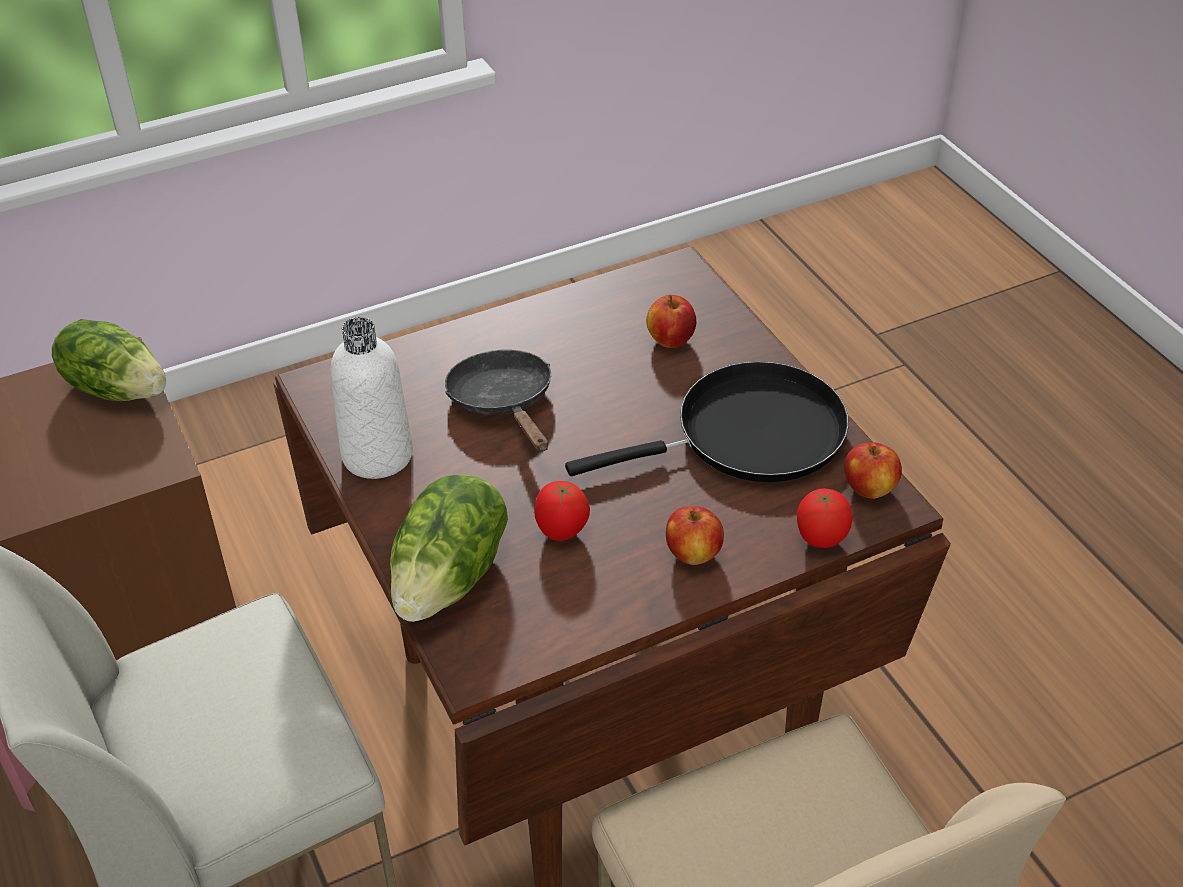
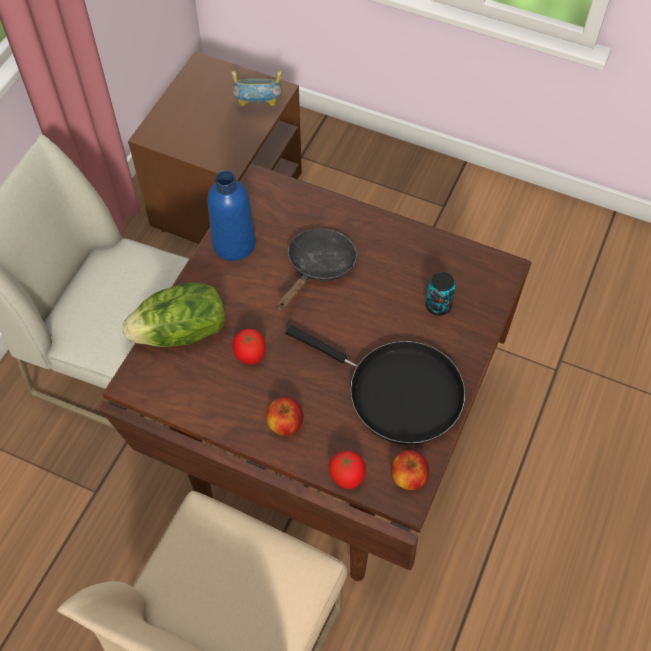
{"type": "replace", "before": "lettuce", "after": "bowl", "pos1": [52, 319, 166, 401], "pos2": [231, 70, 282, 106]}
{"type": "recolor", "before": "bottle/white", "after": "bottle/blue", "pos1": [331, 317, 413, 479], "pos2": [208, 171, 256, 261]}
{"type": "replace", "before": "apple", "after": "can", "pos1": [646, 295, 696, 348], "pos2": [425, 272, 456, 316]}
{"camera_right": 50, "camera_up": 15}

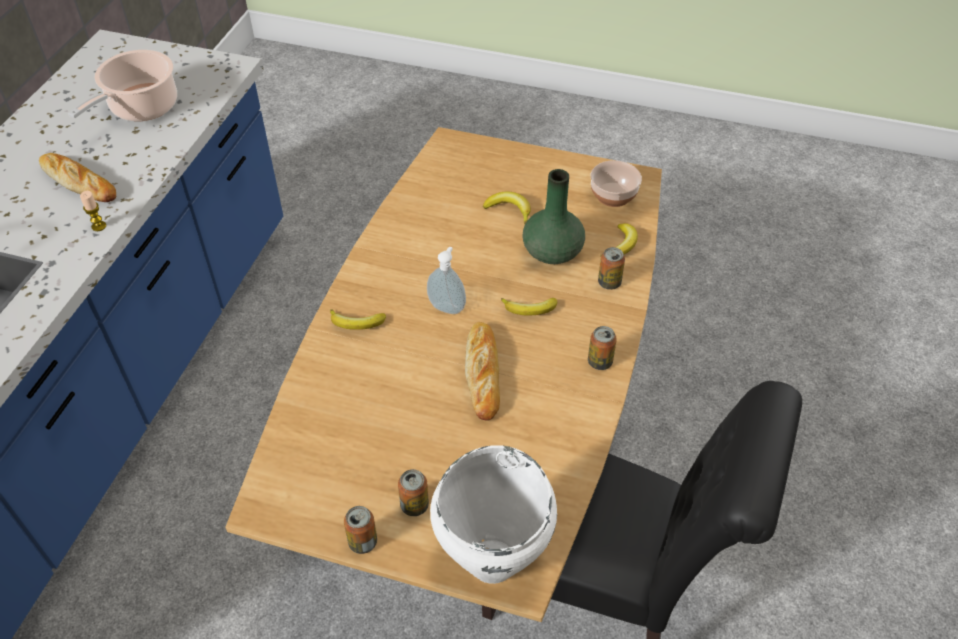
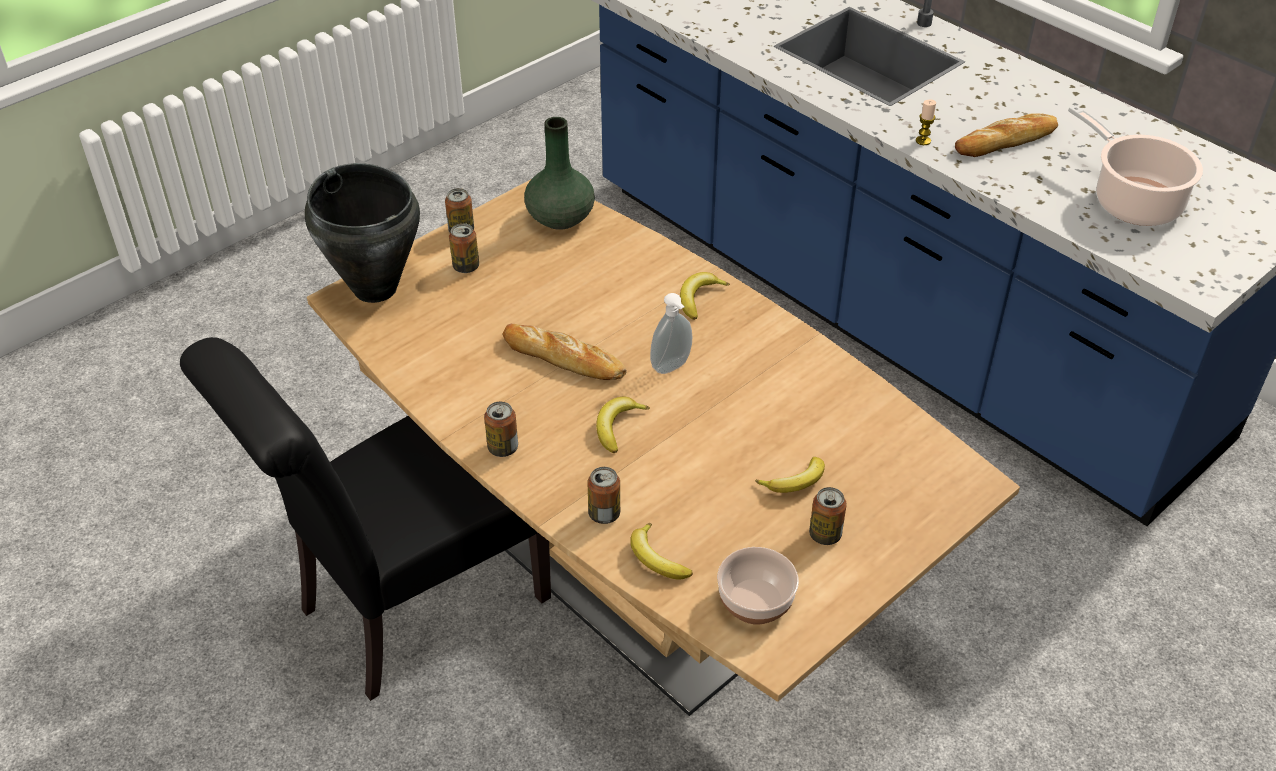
{"type": "recolor", "before": "cooking pot/white", "after": "cooking pot/black", "pos1": [430, 445, 557, 584], "pos2": [305, 163, 420, 303]}
{"type": "move", "before": "vase/green", "pos1": [523, 169, 585, 264], "pos2": [524, 117, 595, 230]}
{"type": "insert", "after": "can", "pos2": [809, 487, 847, 545]}
{"camera_right": 120, "camera_up": -5}

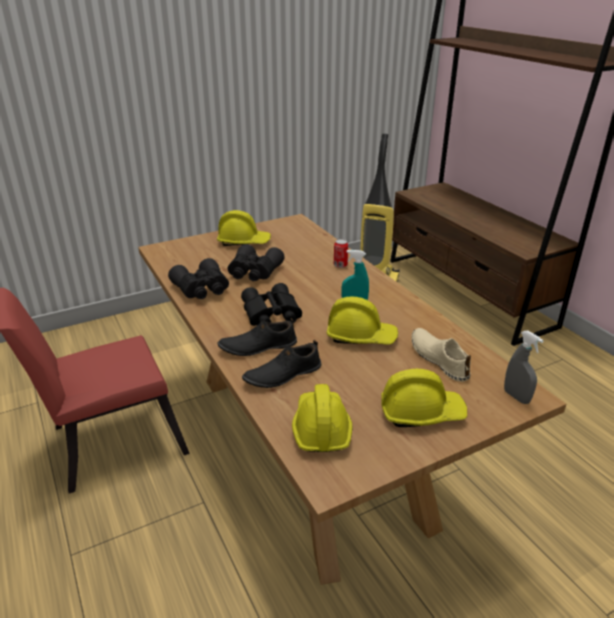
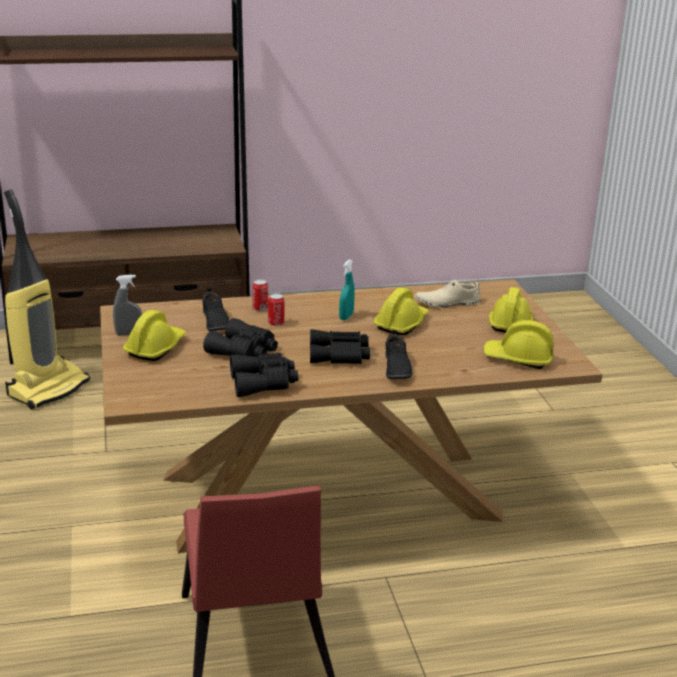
{"type": "move", "before": "shoe/black", "pos1": [242, 340, 322, 388], "pos2": [202, 288, 230, 331]}
{"type": "move", "before": "spray bottle/grey", "pos1": [504, 331, 544, 404], "pos2": [113, 275, 142, 336]}
{"type": "insert", "after": "can", "pos2": [268, 293, 285, 326]}
{"camera_right": -75, "camera_up": -5}

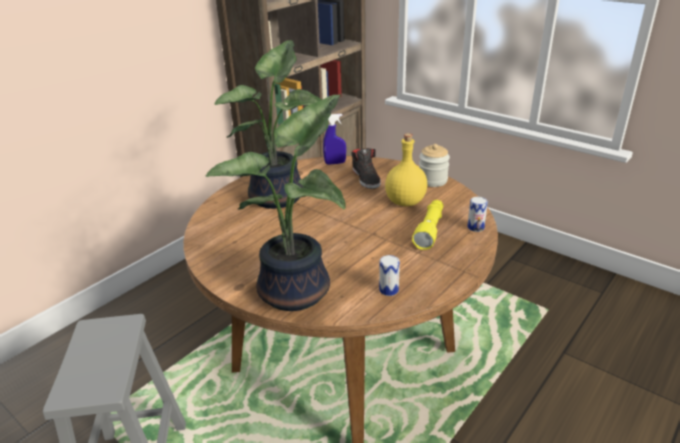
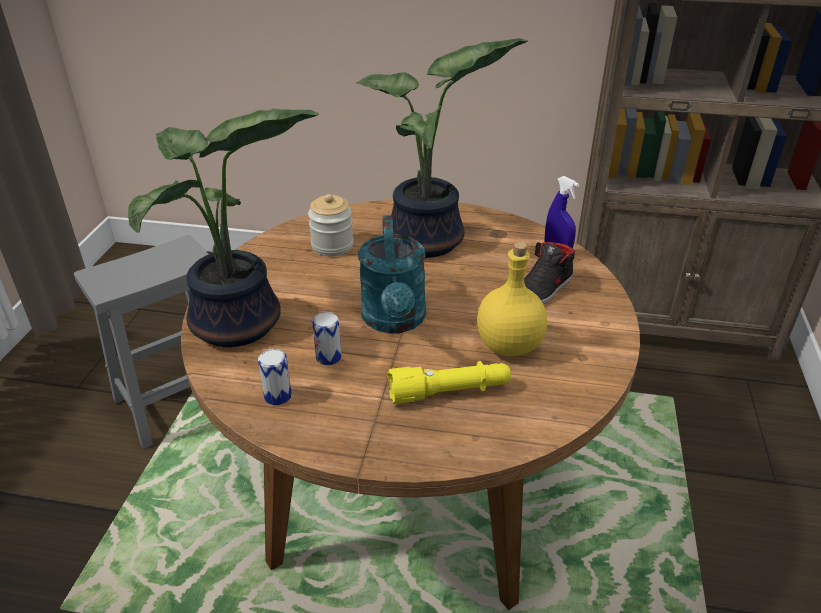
{"type": "move", "before": "jar", "pos1": [419, 144, 450, 187], "pos2": [308, 194, 354, 256]}
{"type": "move", "before": "can", "pos1": [467, 197, 488, 232], "pos2": [312, 312, 342, 366]}
{"type": "insert", "after": "watering can/turquoise", "pos2": [358, 215, 426, 334]}
{"camera_right": 60, "camera_up": 5}

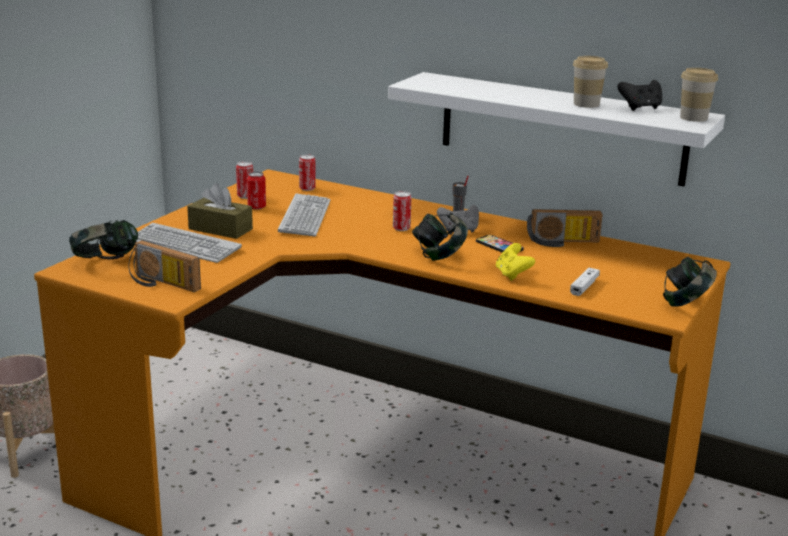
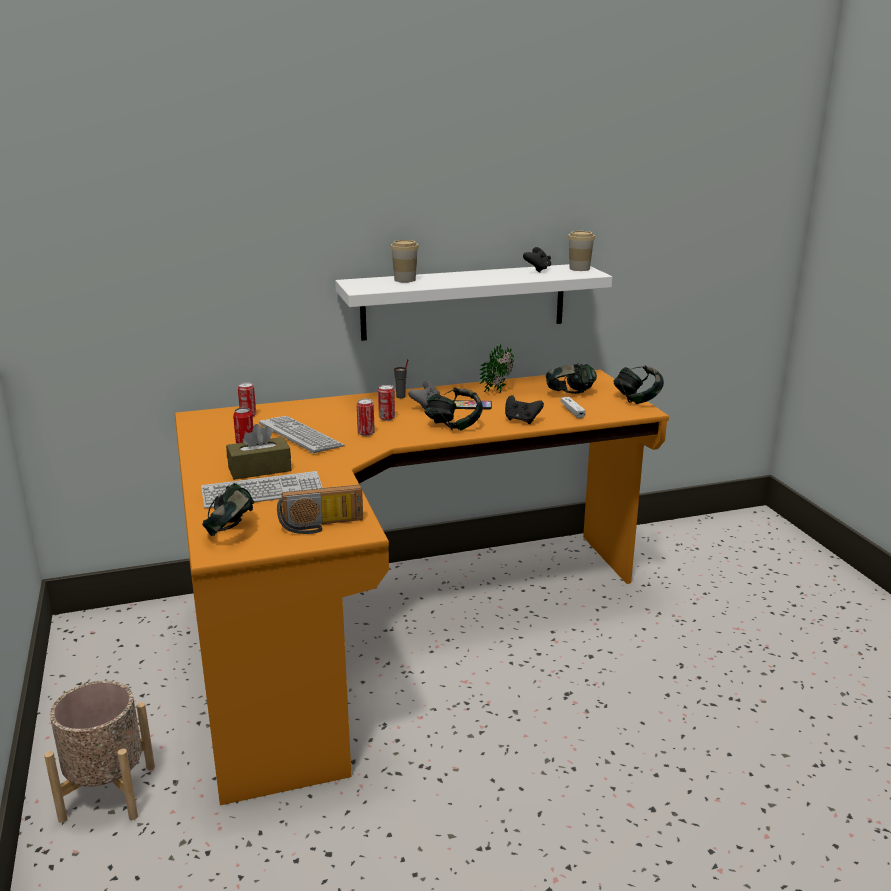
{"type": "move", "before": "can", "pos1": [236, 161, 253, 199], "pos2": [357, 399, 375, 436]}
{"type": "recolor", "before": "game controller/yellow", "after": "game controller/black", "pos1": [496, 243, 535, 281], "pos2": [505, 395, 544, 424]}
{"type": "replace", "before": "radio", "after": "potted plant", "pos1": [527, 209, 602, 247], "pos2": [479, 344, 514, 392]}
{"type": "move", "before": "cup", "pos1": [573, 56, 608, 108], "pos2": [390, 240, 419, 282]}
{"type": "insert", "after": "headphones", "pos2": [546, 363, 597, 394]}
{"camera_right": -45, "camera_up": 0}

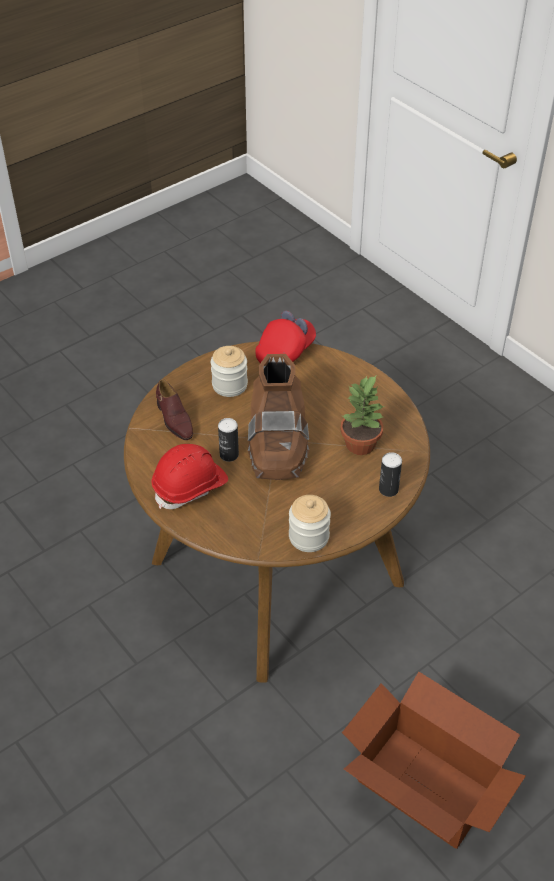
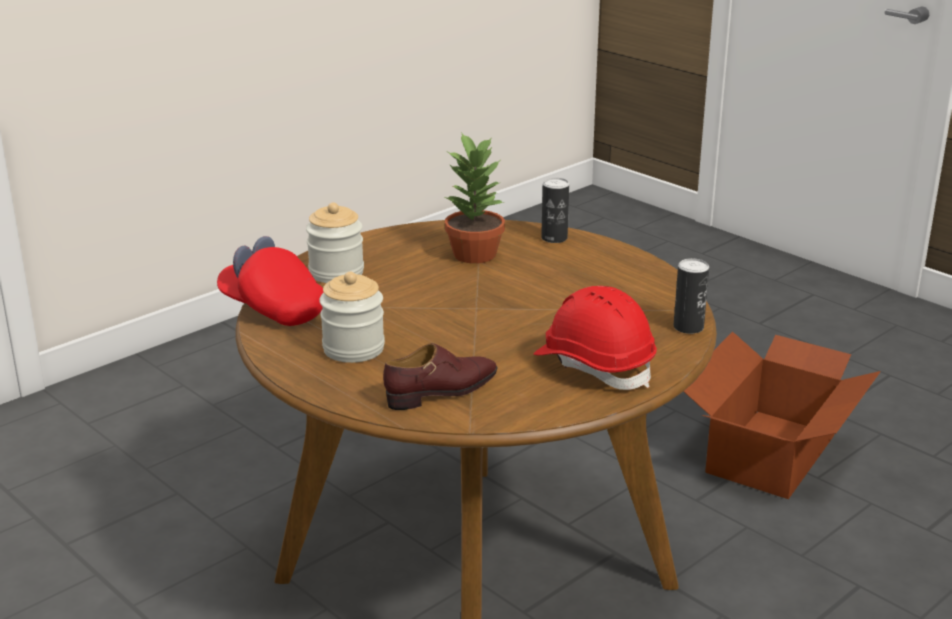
{"type": "move", "before": "can", "pos1": [218, 418, 239, 462], "pos2": [674, 258, 709, 334]}
{"type": "delete", "before": "boot/brown", "pos1": [248, 354, 309, 480]}
{"type": "move", "before": "jar", "pos1": [289, 495, 331, 552], "pos2": [306, 203, 364, 283]}
{"camera_right": -95, "camera_up": -20}

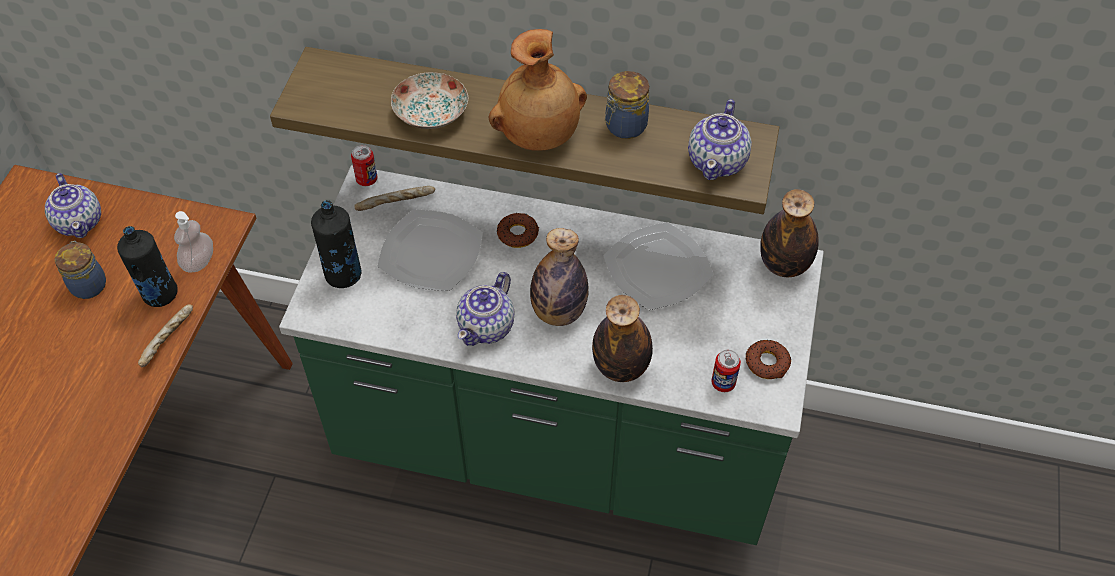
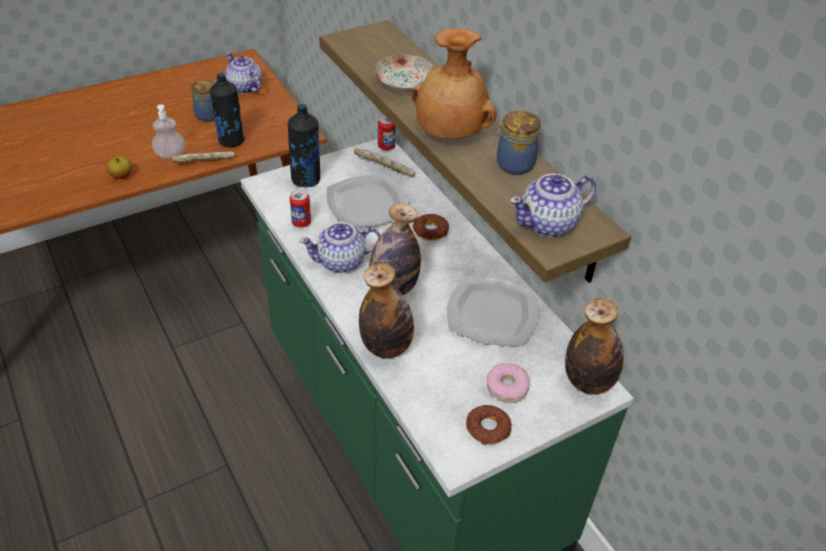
{"type": "rotate", "before": "teapot", "pos1": [45, 173, 101, 238], "pos2": [225, 52, 262, 94], "turn": 120}
{"type": "move", "before": "soap dispenser", "pos1": [174, 211, 213, 273], "pos2": [152, 104, 185, 158]}
{"type": "move", "before": "can", "pos1": [711, 350, 741, 392], "pos2": [290, 189, 311, 227]}
{"type": "insert", "after": "apple", "pos2": [107, 156, 132, 179]}
{"type": "insert", "after": "donut", "pos2": [486, 363, 530, 403]}
{"camera_right": 45, "camera_up": -10}

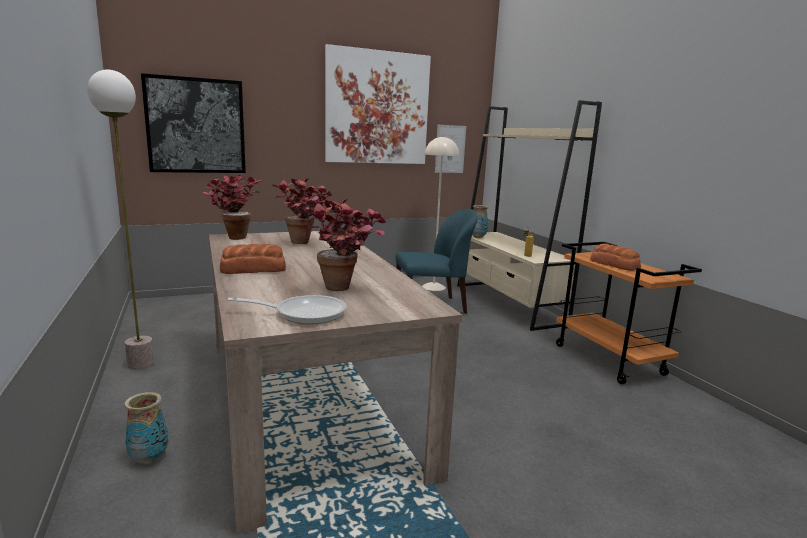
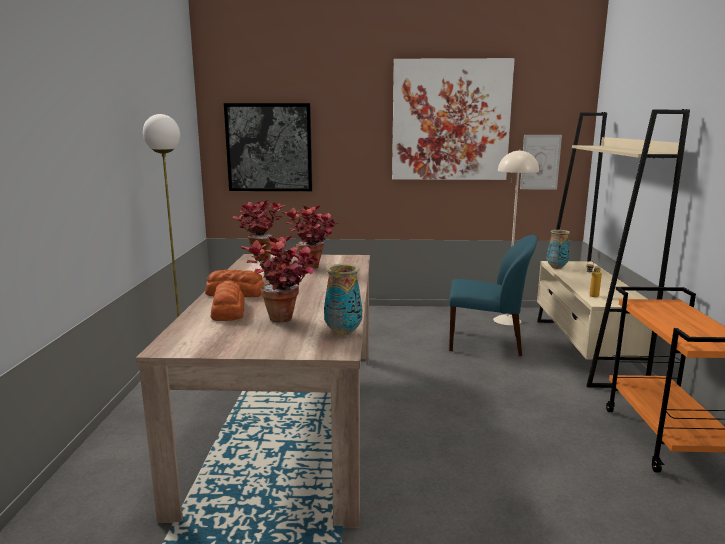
{"type": "move", "before": "vase", "pos1": [124, 392, 168, 464], "pos2": [324, 264, 362, 336]}
{"type": "delete", "before": "frying pan", "pos1": [228, 295, 347, 324]}
{"type": "move", "before": "bread", "pos1": [590, 243, 641, 271], "pos2": [210, 281, 245, 321]}
{"camera_right": 25, "camera_up": 0}

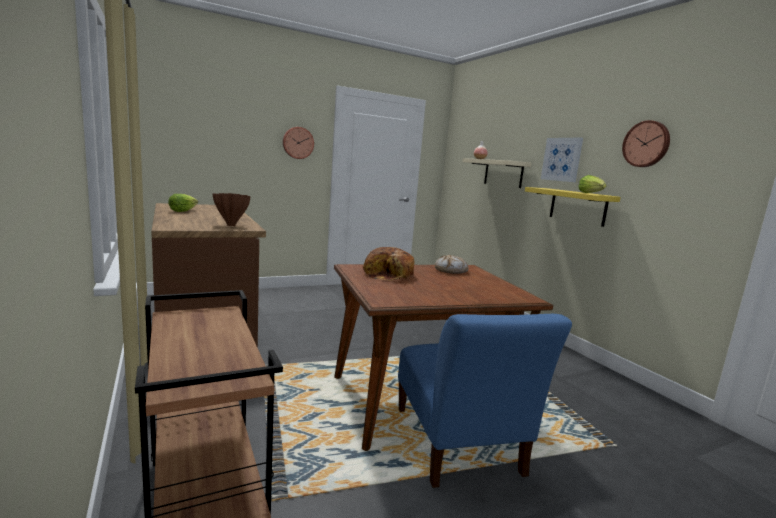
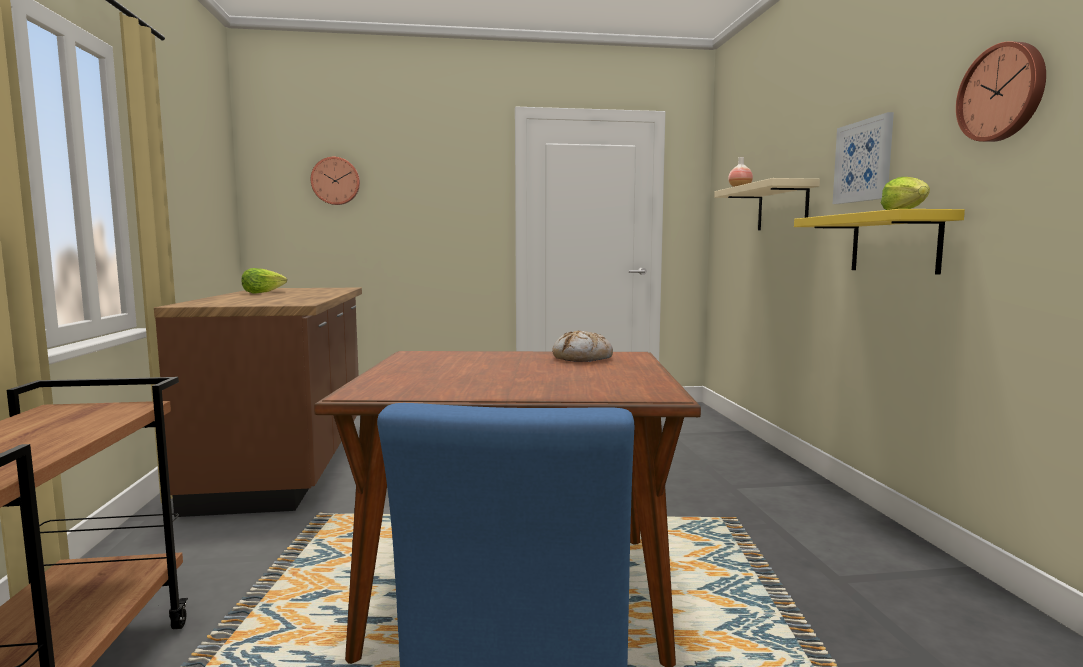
{"type": "delete", "before": "vase/brown", "pos1": [213, 193, 251, 226]}
{"type": "move", "before": "wall clock", "pos1": [283, 127, 314, 159], "pos2": [311, 157, 360, 205]}
{"type": "delete", "before": "bread", "pos1": [363, 247, 415, 281]}
{"camera_right": 20, "camera_up": -5}

